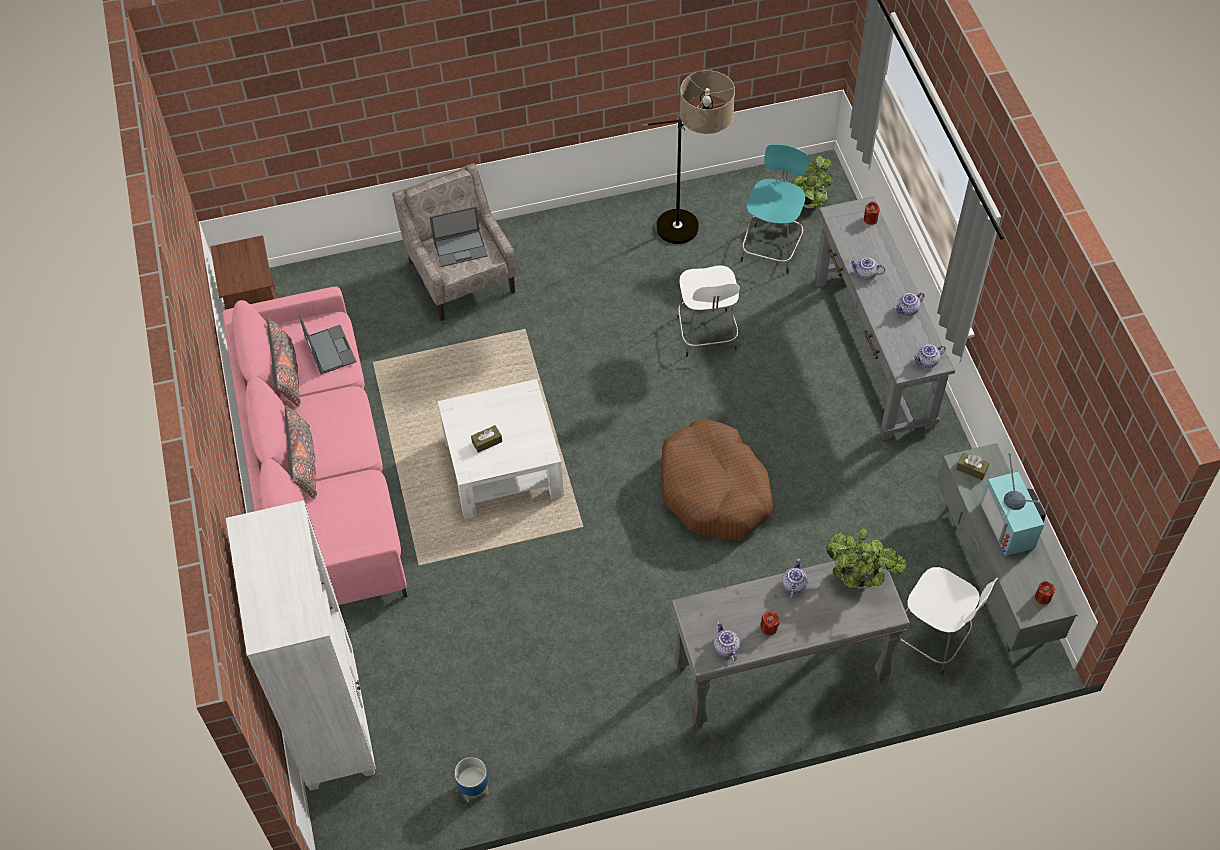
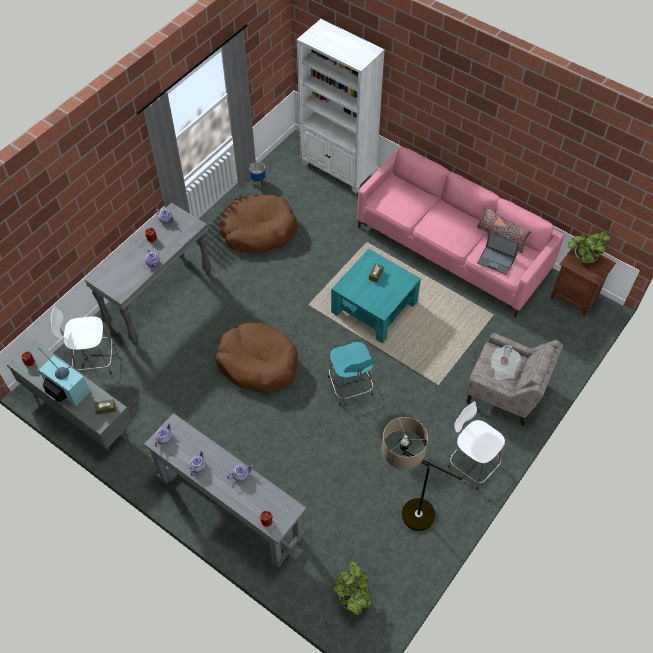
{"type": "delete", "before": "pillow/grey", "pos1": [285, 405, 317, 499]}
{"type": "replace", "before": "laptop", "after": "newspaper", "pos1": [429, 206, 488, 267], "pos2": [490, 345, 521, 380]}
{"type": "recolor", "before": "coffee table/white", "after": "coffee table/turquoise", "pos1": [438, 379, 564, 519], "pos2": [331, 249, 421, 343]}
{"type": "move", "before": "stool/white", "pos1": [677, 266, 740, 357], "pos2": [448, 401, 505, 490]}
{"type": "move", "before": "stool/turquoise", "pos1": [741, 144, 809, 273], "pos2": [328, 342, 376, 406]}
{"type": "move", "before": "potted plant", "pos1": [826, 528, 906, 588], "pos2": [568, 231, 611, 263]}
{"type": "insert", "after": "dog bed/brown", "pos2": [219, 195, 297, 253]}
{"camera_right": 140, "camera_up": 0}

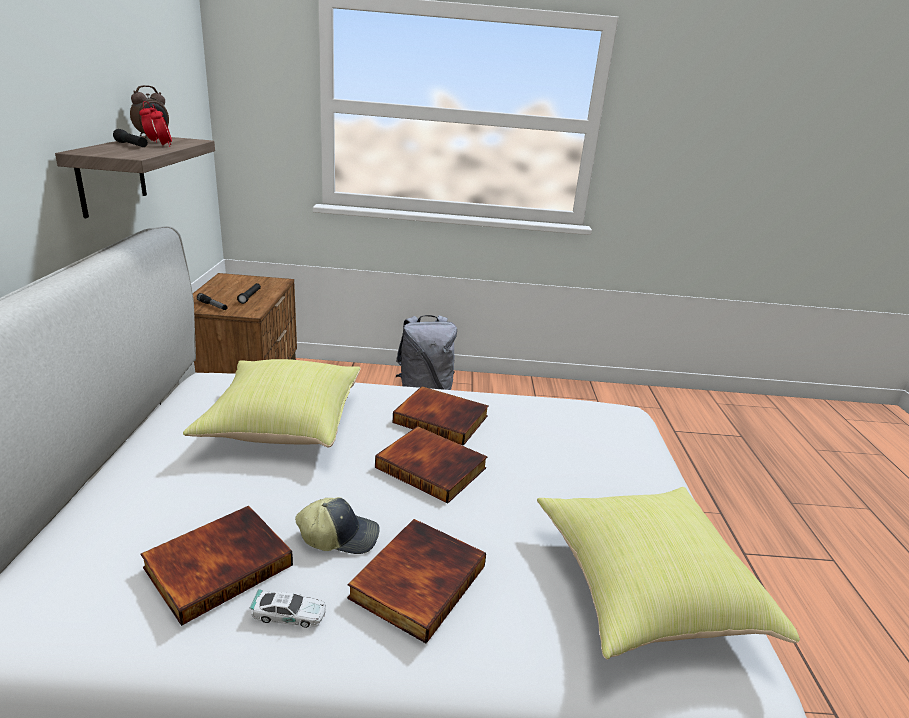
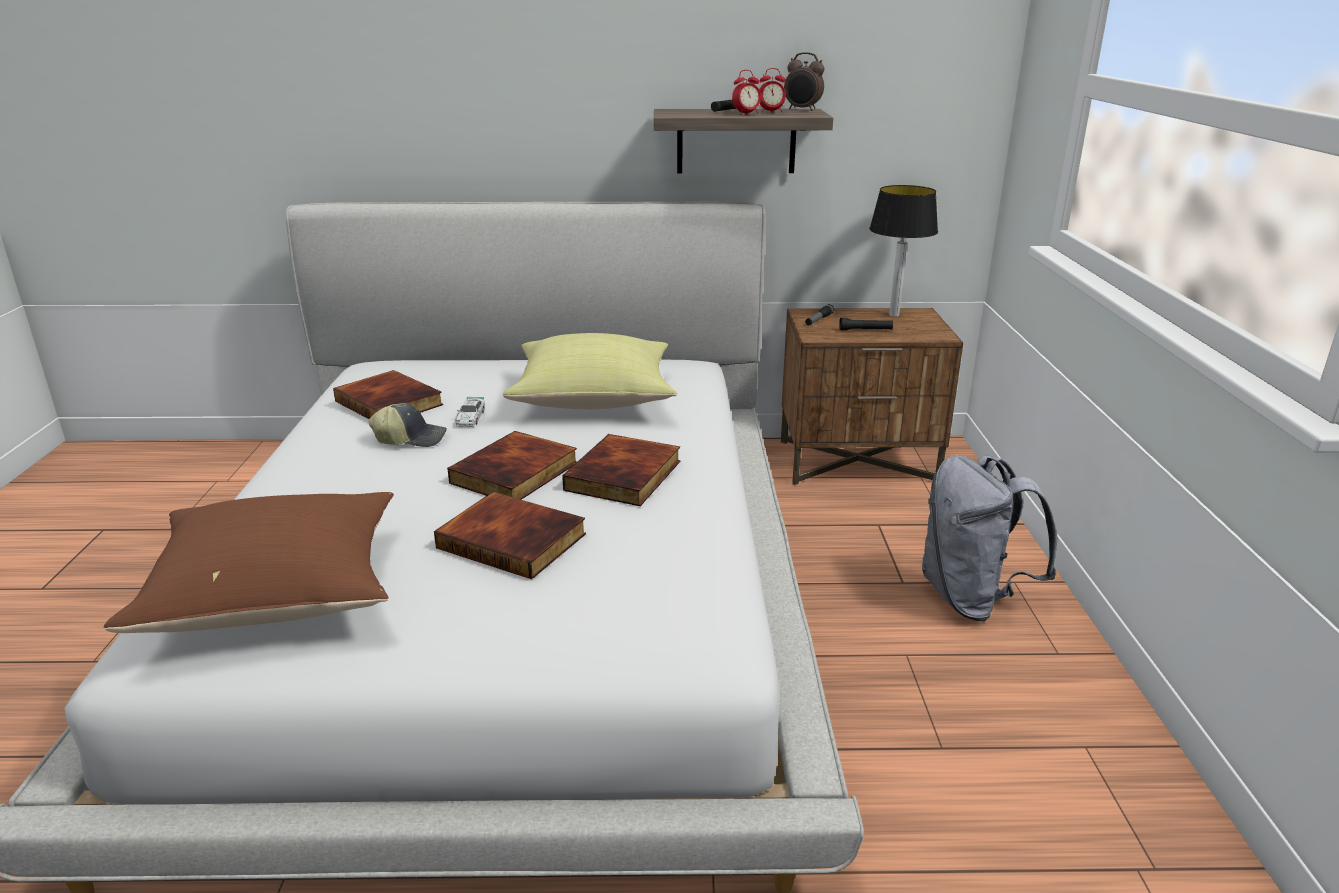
{"type": "move", "before": "toy car", "pos1": [249, 589, 326, 628], "pos2": [456, 397, 485, 427]}
{"type": "rotate", "before": "cap", "pos1": [295, 497, 380, 554], "pos2": [369, 403, 447, 447], "turn": -90}
{"type": "move", "before": "book", "pos1": [347, 519, 486, 643], "pos2": [434, 492, 586, 579]}
{"type": "recolor", "before": "pillow/yellow", "after": "pillow/brown", "pos1": [537, 487, 800, 660], "pos2": [104, 492, 394, 633]}
{"type": "insert", "after": "table lamp", "pos2": [869, 185, 938, 317]}
{"camera_right": 90, "camera_up": 0}

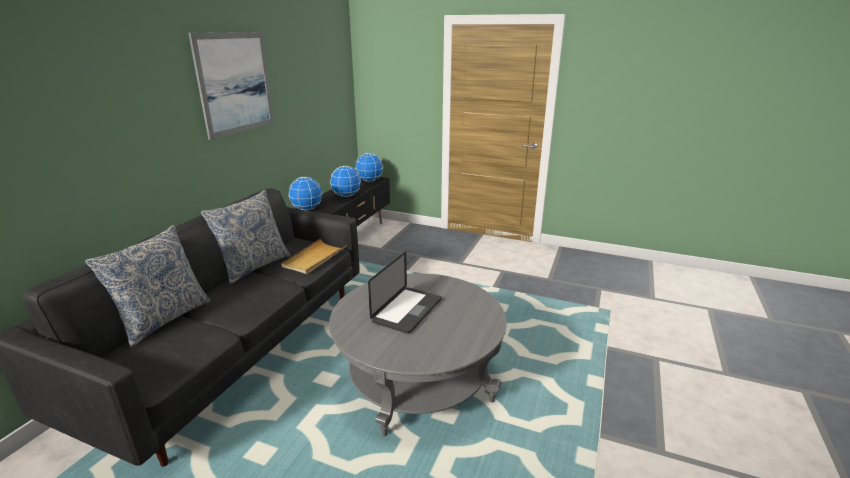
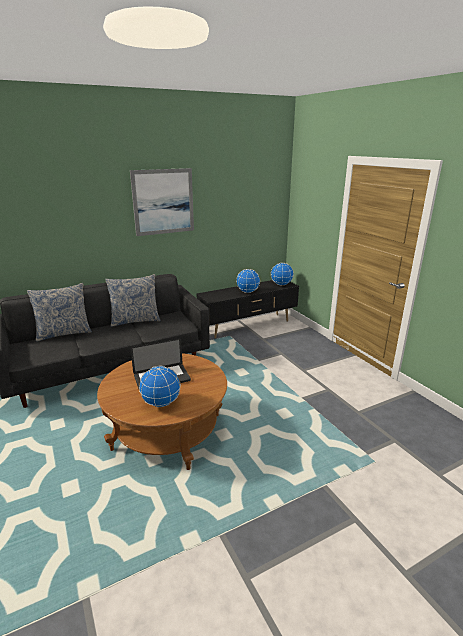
{"type": "delete", "before": "tray/beige", "pos1": [281, 239, 347, 274]}
{"type": "move", "before": "globe", "pos1": [288, 177, 323, 210], "pos2": [139, 366, 181, 407]}
{"type": "recolor", "before": "coffee table/grey", "after": "coffee table/brown", "pos1": [329, 273, 506, 436], "pos2": [97, 353, 227, 470]}
{"camera_right": 40, "camera_up": 0}

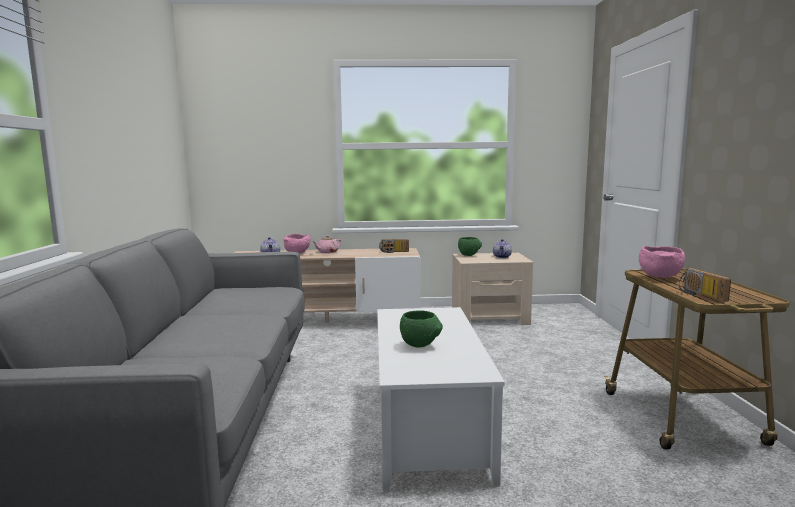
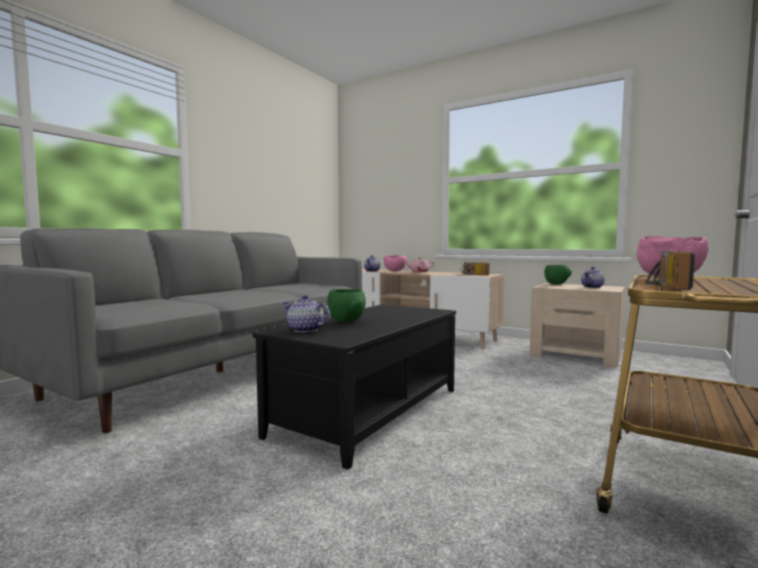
{"type": "recolor", "before": "coffee table/white", "after": "coffee table/black", "pos1": [377, 307, 505, 491], "pos2": [253, 304, 456, 470]}
{"type": "insert", "after": "teapot", "pos2": [283, 295, 330, 333]}
{"camera_right": 35, "camera_up": -5}

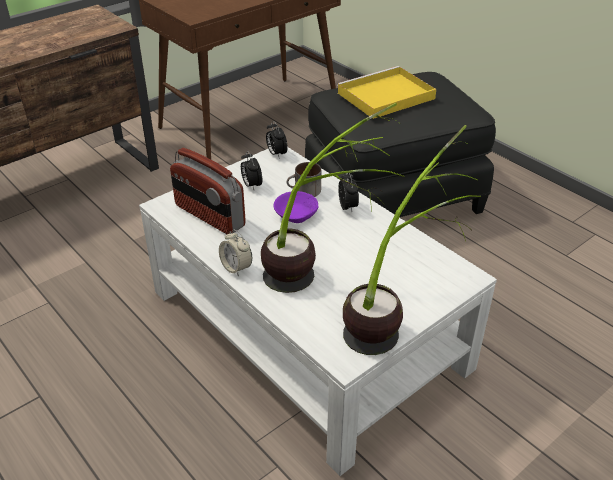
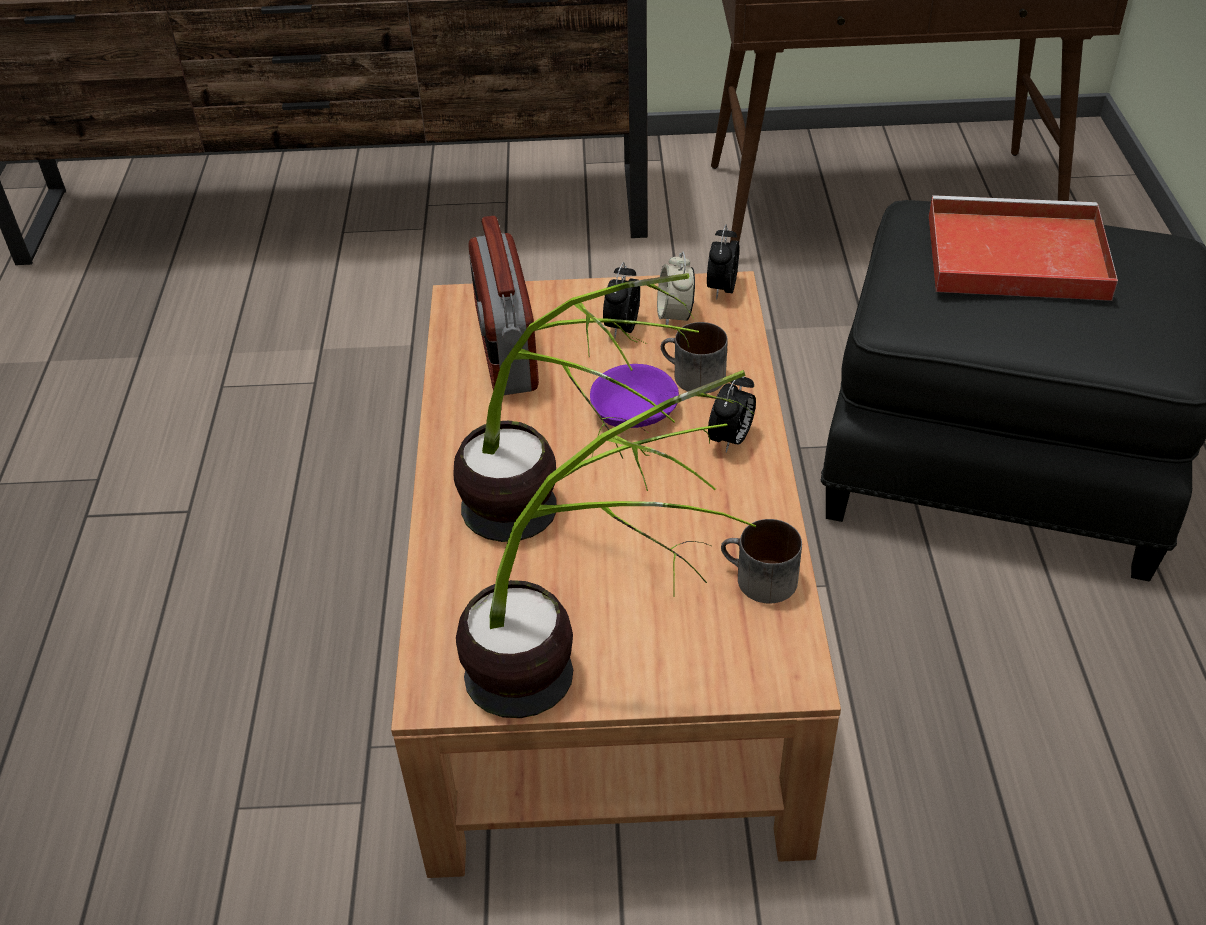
{"type": "recolor", "before": "coffee table/white", "after": "coffee table/brown", "pos1": [139, 147, 497, 476], "pos2": [391, 271, 841, 878]}
{"type": "move", "before": "alarm clock", "pos1": [219, 230, 252, 276], "pos2": [657, 252, 695, 325]}
{"type": "recolor", "before": "tray/yellow", "after": "tray/red", "pos1": [337, 66, 436, 119], "pos2": [929, 195, 1118, 301]}
{"type": "insert", "after": "mug", "pos2": [721, 519, 802, 604]}
{"camera_right": 40, "camera_up": 5}

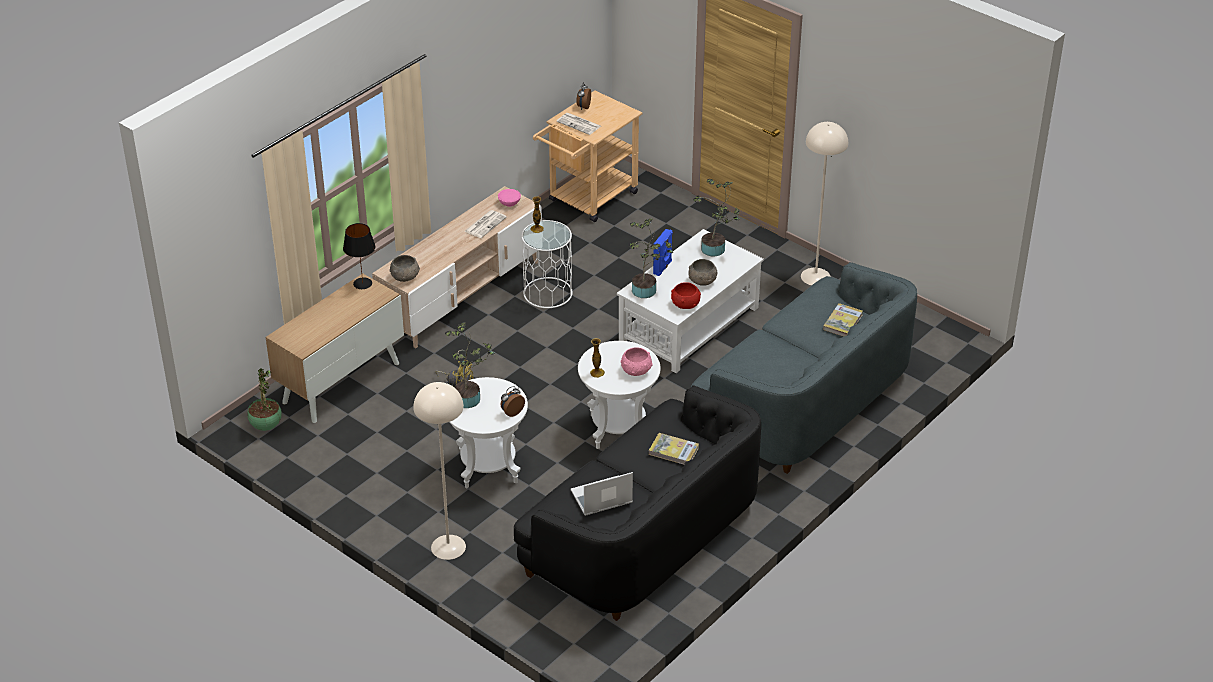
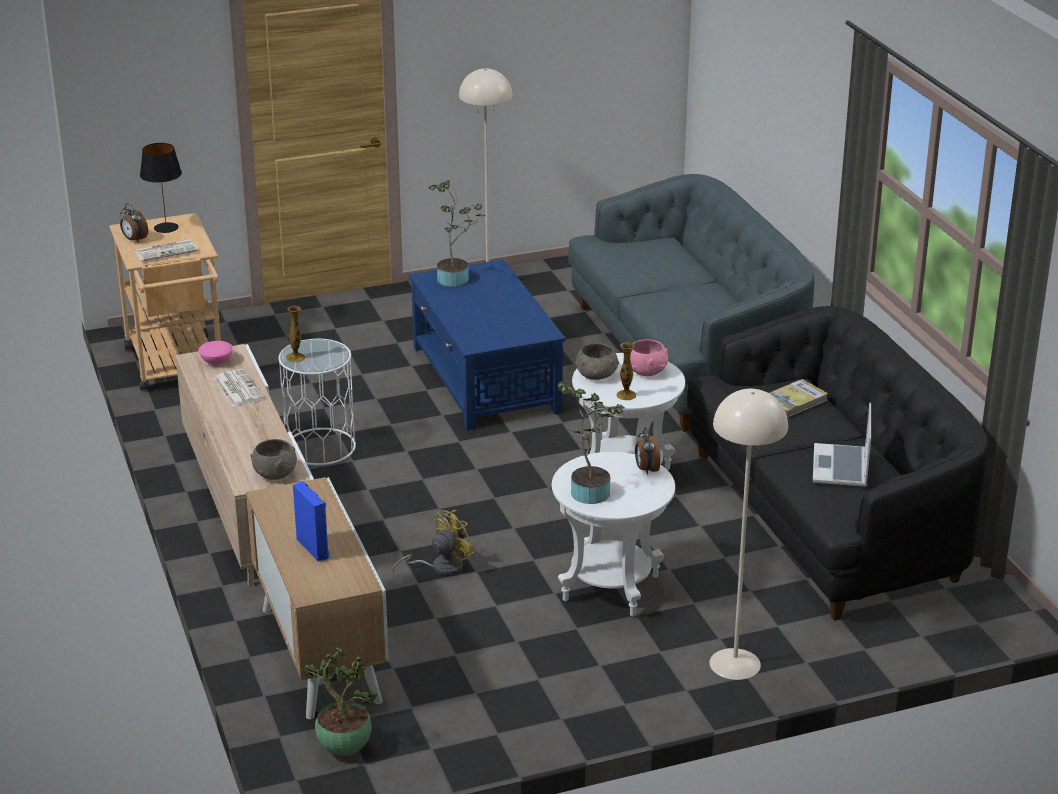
{"type": "move", "before": "table lamp/black", "pos1": [343, 223, 375, 289], "pos2": [140, 143, 182, 233]}
{"type": "recolor", "before": "coffee table/white", "after": "coffee table/blue", "pos1": [617, 229, 764, 373], "pos2": [409, 259, 566, 430]}
{"type": "delete", "before": "potted plant", "pos1": [630, 218, 673, 298]}
{"type": "move", "before": "speaker/blue", "pos1": [653, 229, 673, 276], "pos2": [293, 481, 329, 561]}
{"type": "delete", "before": "bowl/red", "pos1": [671, 282, 701, 309]}
{"type": "move", "before": "bowl/grey", "pos1": [688, 259, 717, 286], "pos2": [575, 343, 619, 380]}
{"type": "delete", "before": "book", "pos1": [823, 303, 863, 336]}
{"camera_right": -60, "camera_up": -10}

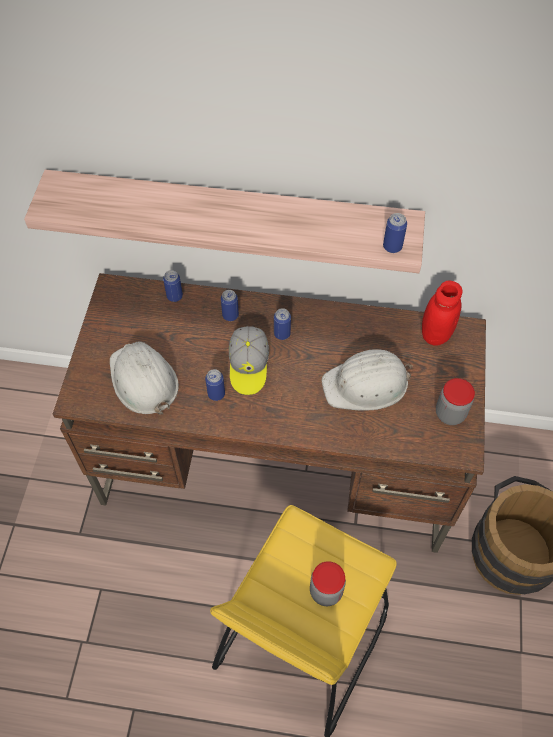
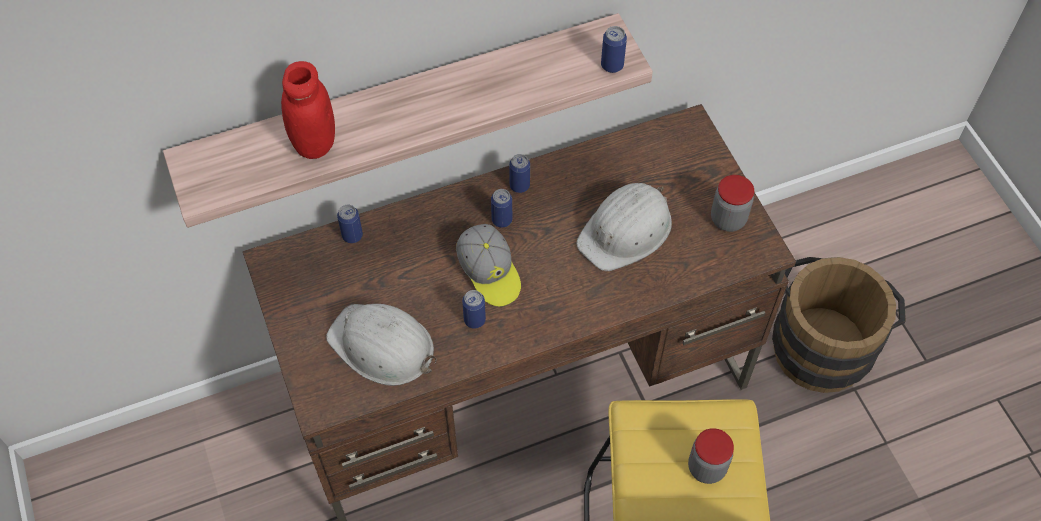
{"type": "move", "before": "can", "pos1": [221, 290, 239, 321], "pos2": [509, 154, 530, 193]}
{"type": "move", "before": "jar/red", "pos1": [422, 281, 463, 346], "pos2": [281, 61, 335, 159]}
{"camera_right": -30, "camera_up": 0}

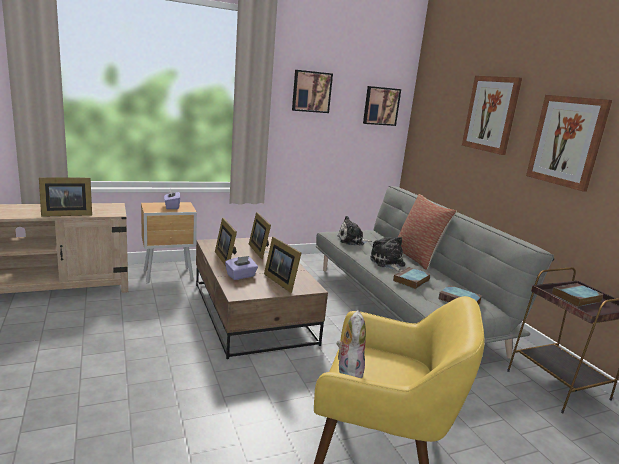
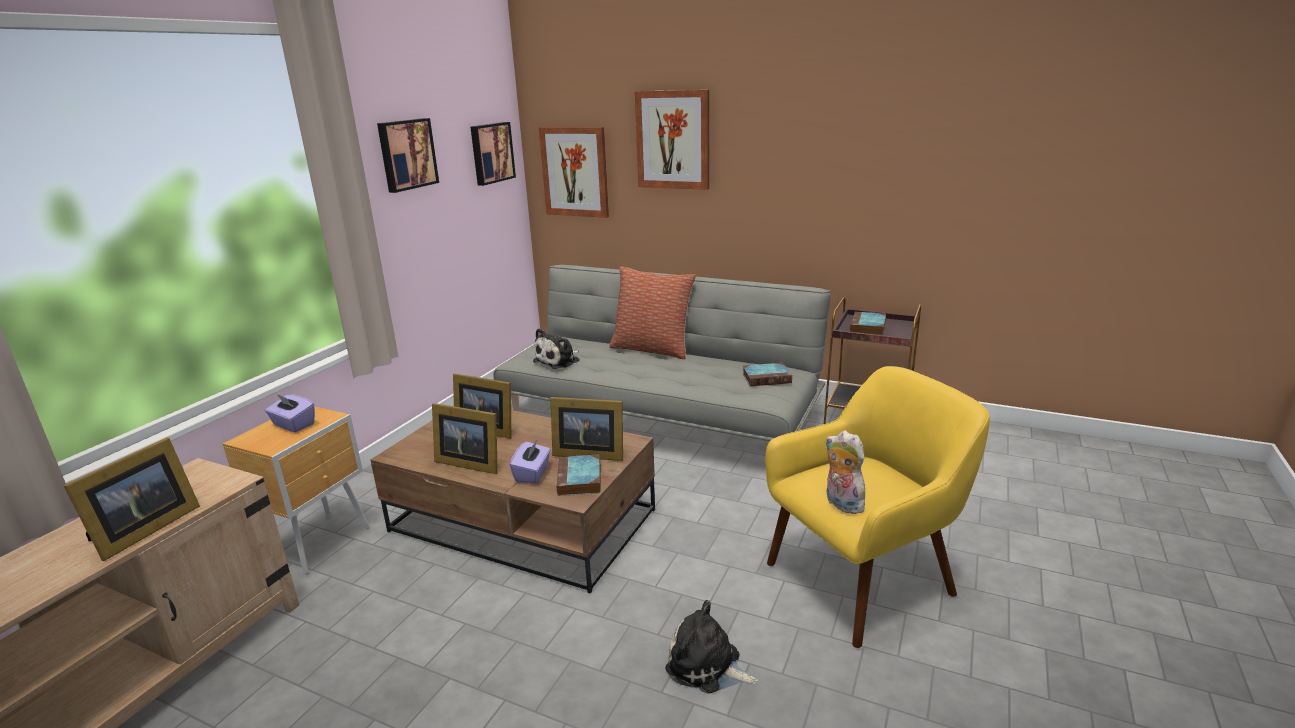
{"type": "move", "before": "plush toy", "pos1": [370, 237, 405, 272], "pos2": [665, 600, 758, 694]}
{"type": "move", "before": "book", "pos1": [393, 267, 430, 289], "pos2": [557, 454, 601, 496]}
{"type": "move", "before": "picture", "pos1": [526, 95, 612, 192], "pos2": [539, 127, 609, 218]}
{"camera_right": -40, "camera_up": 5}

